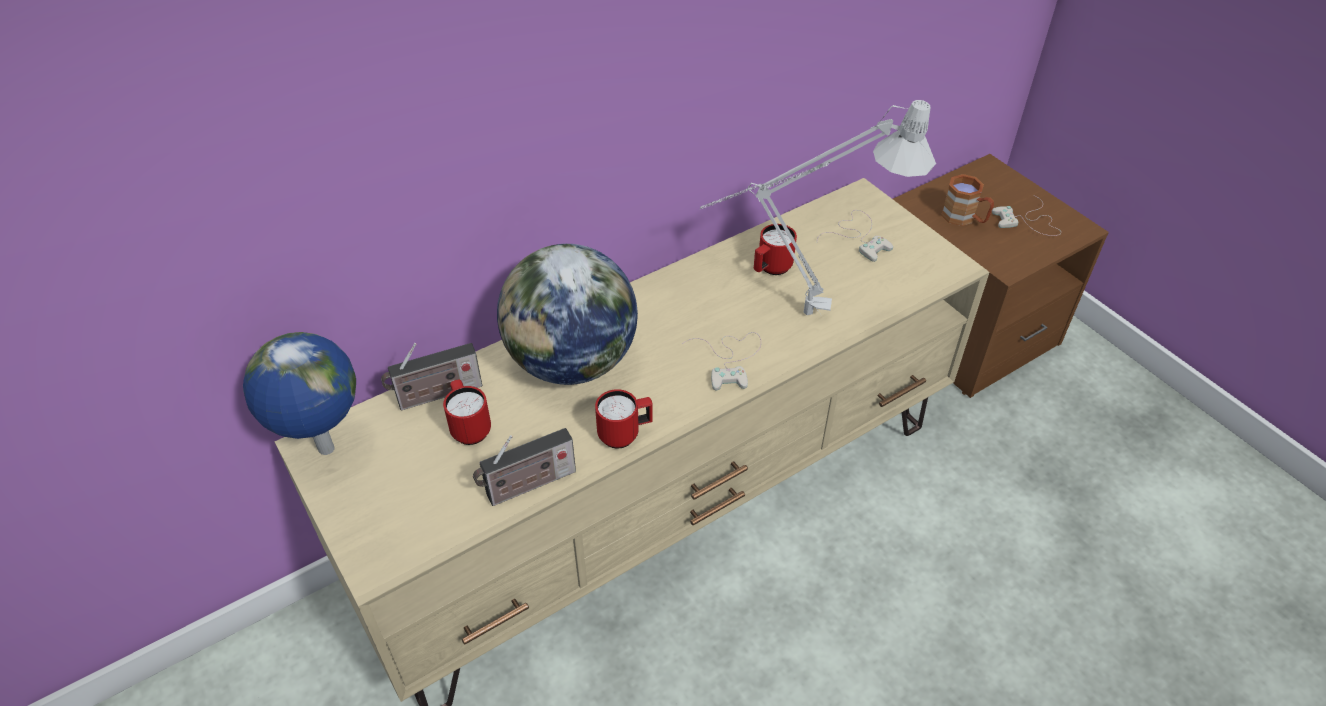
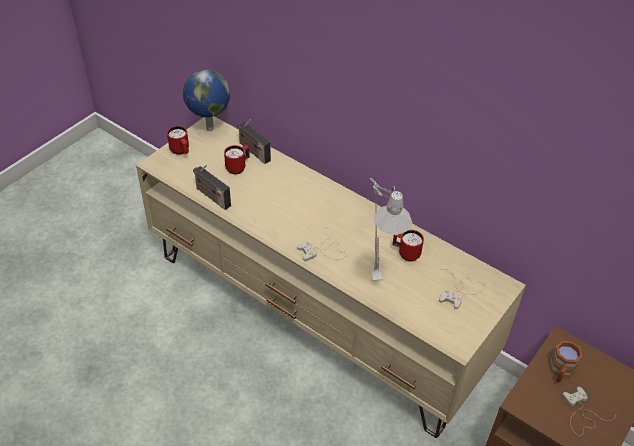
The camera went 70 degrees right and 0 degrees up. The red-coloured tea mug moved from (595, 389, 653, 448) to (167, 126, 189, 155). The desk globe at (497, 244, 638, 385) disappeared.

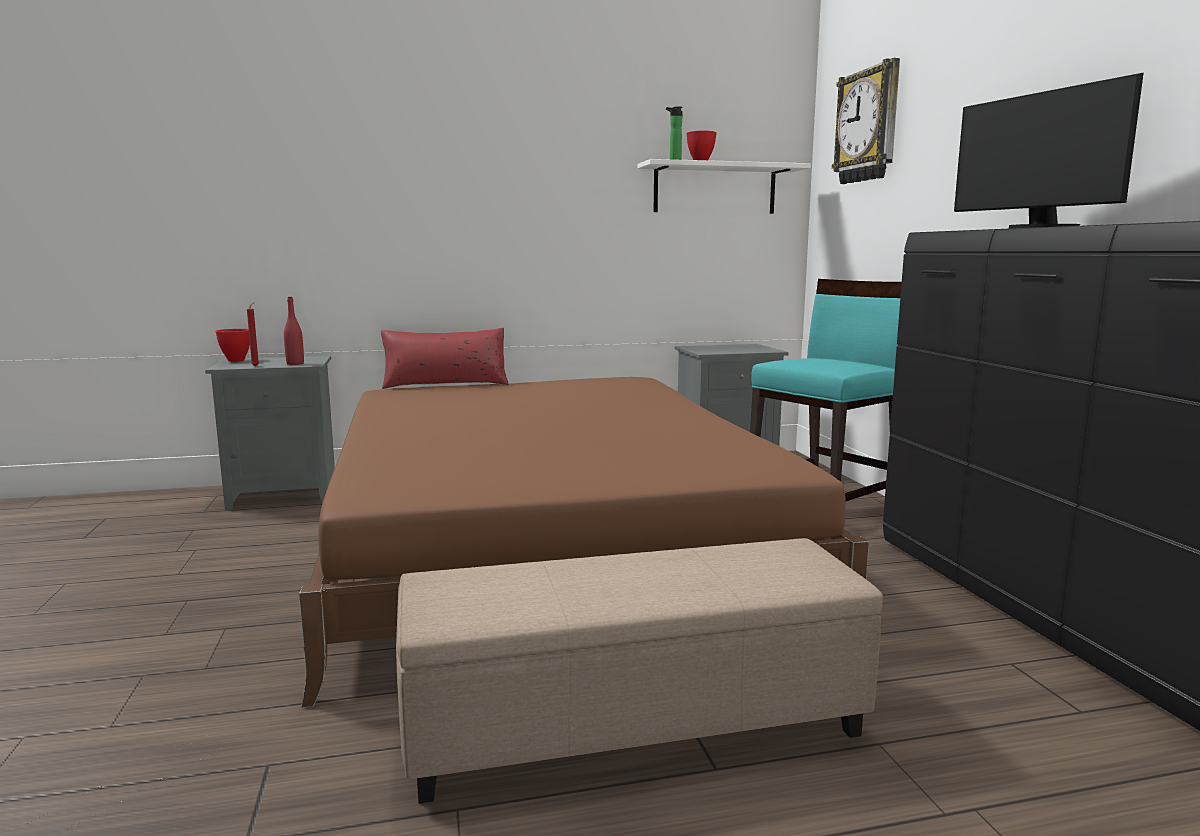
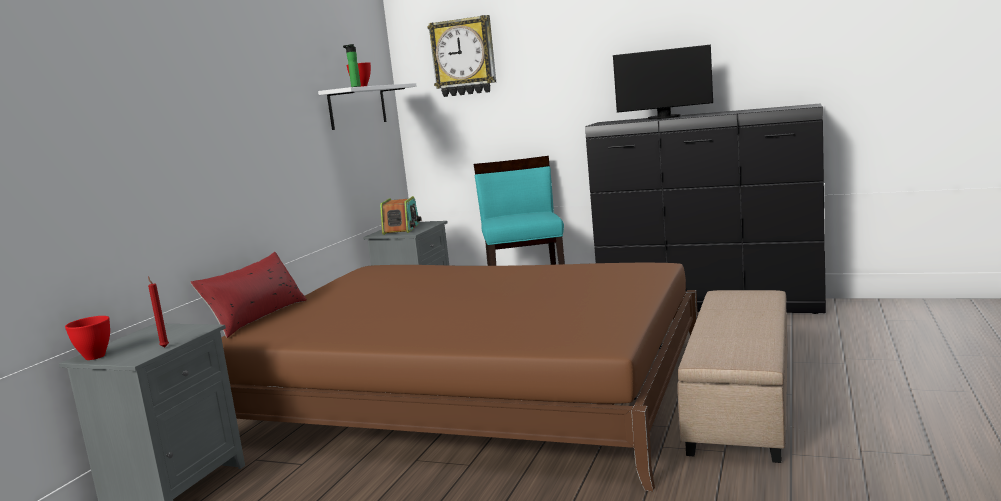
The camera went 55 degrees left and 0 degrees up. The radio set at (380, 196, 422, 235) appeared. The red-coloured bottle at (284, 297, 304, 365) disappeared.

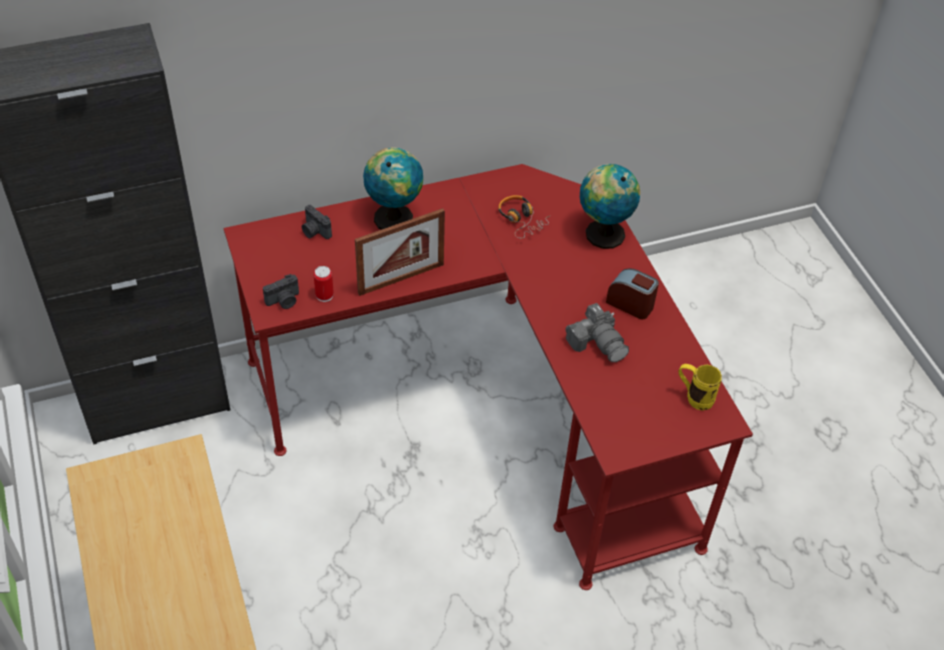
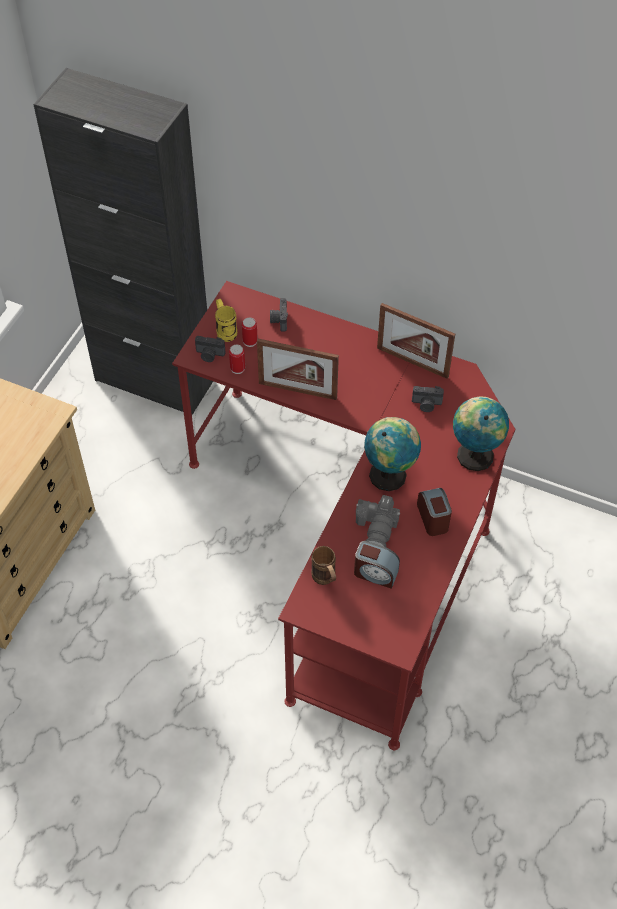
The camera went 45 degrees right and 5 degrees up. The yellow tea mug moved from (678, 364, 722, 410) to (215, 299, 237, 342). The can at (242, 317, 258, 347) appeared. The brown-coloured tea mug at (311, 546, 336, 585) appeared. The table clock at (354, 541, 400, 589) appeared. The desk globe moved from (363, 147, 423, 230) to (364, 417, 421, 491). The standing frame at (377, 303, 455, 379) appeared. The headphones at (498, 195, 551, 238) was replaced by the photo camera at (412, 386, 444, 412).

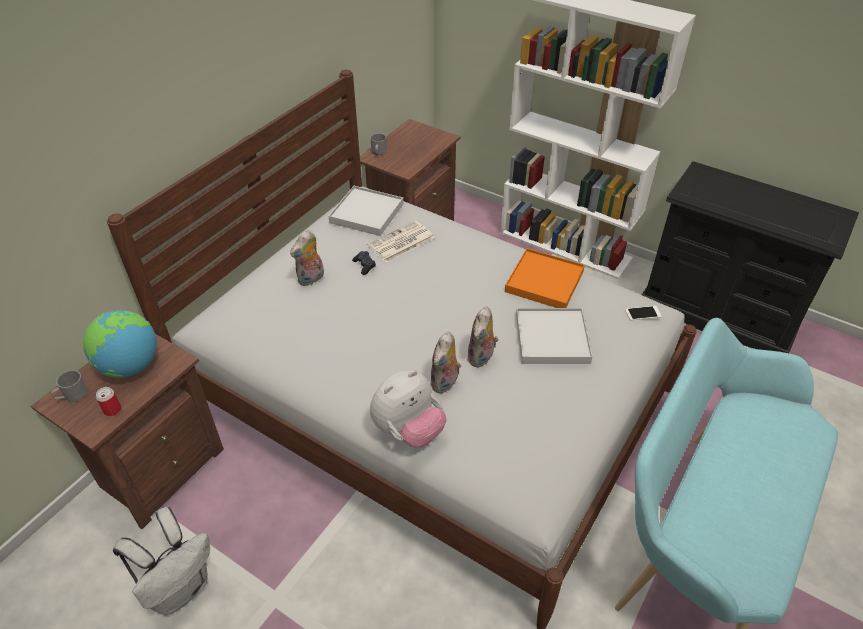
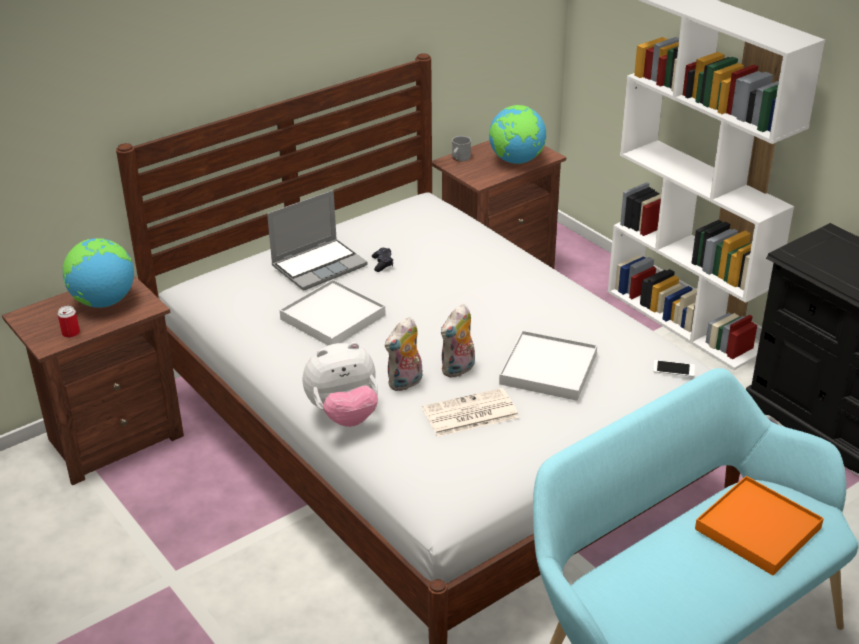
The camera went 20 degrees right and 10 degrees down. The plush toy at (290, 230, 324, 286) was replaced by the portable computer at (267, 190, 368, 290). The white serving tray moved from (328, 186, 403, 236) to (280, 279, 386, 345). The daily paper moved from (367, 221, 434, 263) to (422, 388, 519, 437). The desk globe at (489, 105, 546, 164) appeared. The orangey serving tray moved from (505, 248, 585, 308) to (695, 476, 824, 575). The gray tea mug at (51, 370, 88, 402) disappeared. The white rucksack at (113, 507, 210, 615) disappeared.

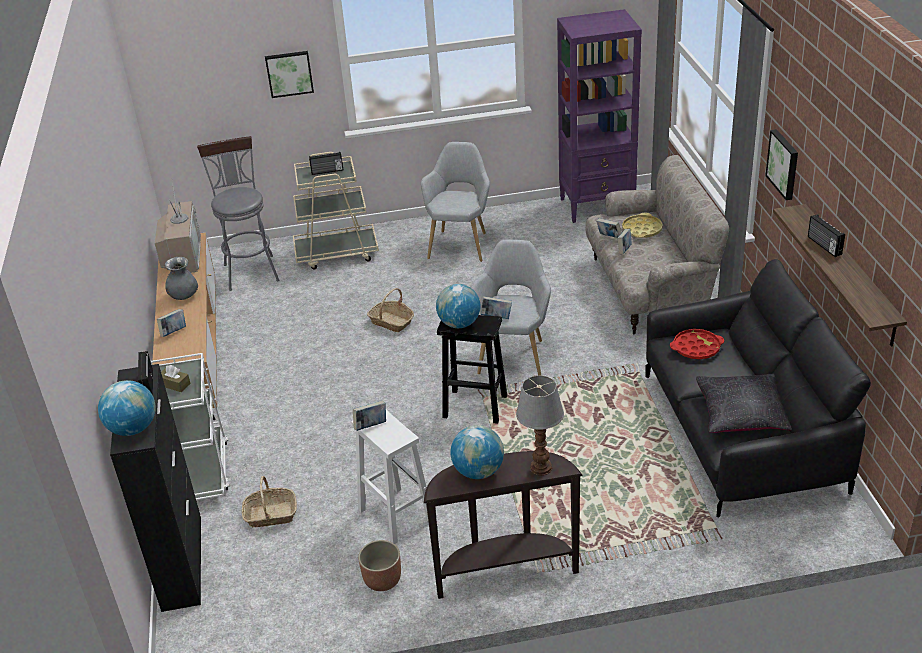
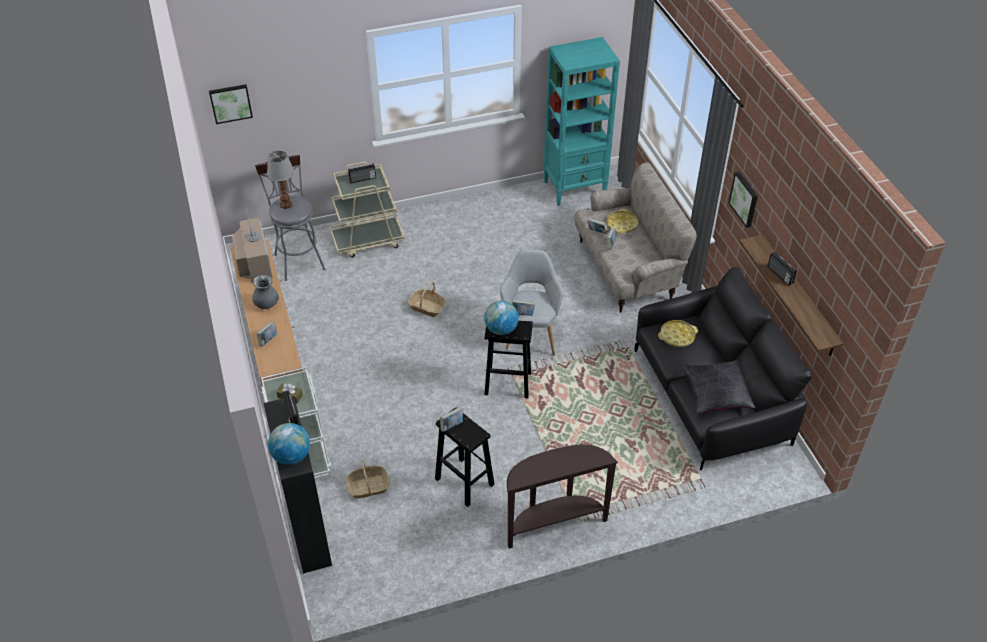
The camera went 10 degrees left and 10 degrees up. The wall picture moved from (265, 51, 314, 98) to (209, 84, 253, 124). The table lamp moved from (516, 375, 564, 476) to (267, 151, 294, 209). The white stool seat at (351, 410, 428, 544) became the black-coloured stool seat at (435, 408, 495, 507). The purple bookcase at (557, 9, 642, 223) became the turquoise bookcase at (544, 37, 620, 206). The red-coloured serving tray at (670, 329, 724, 359) became the yellow serving tray at (658, 320, 698, 347). The flower pot at (358, 540, 401, 591) disappeared. The gray armchair at (421, 142, 490, 262) disappeared. The desk globe at (450, 425, 504, 479) disappeared.

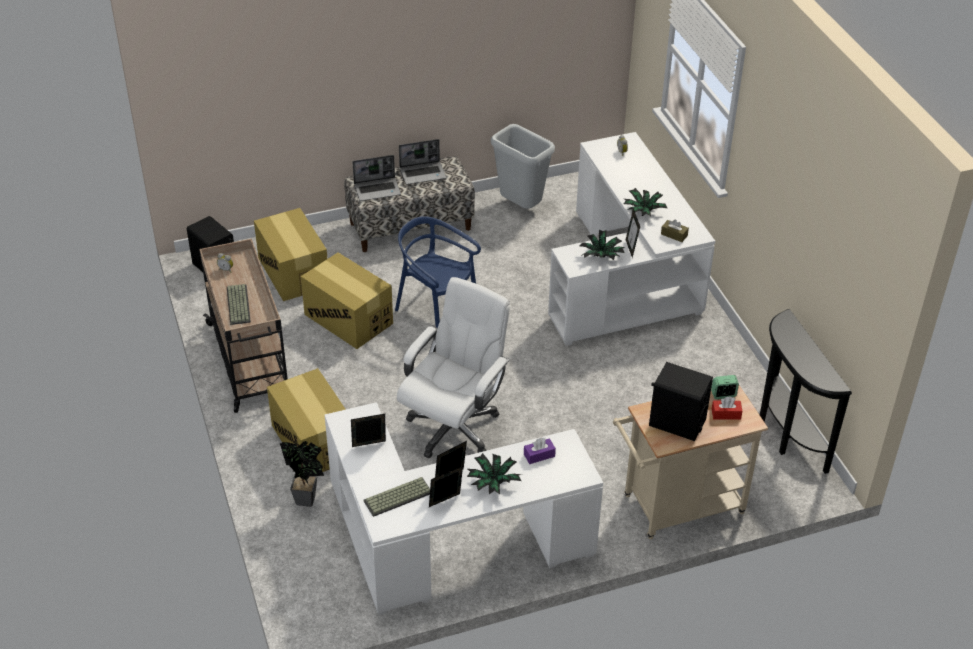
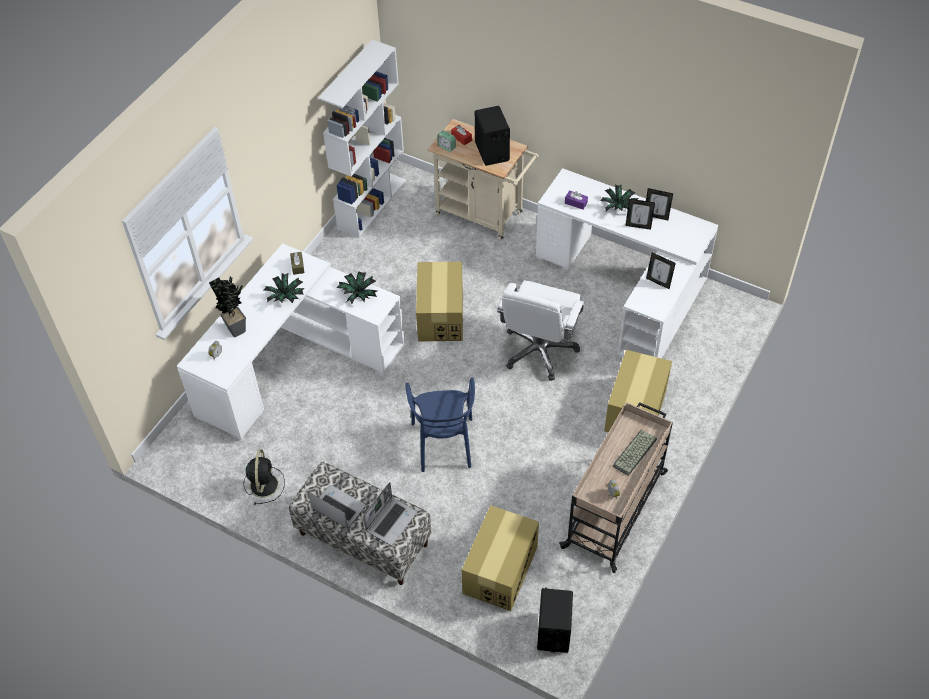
The camera went 130 degrees left and 10 degrees up. The plant in a pot moved from (280, 441, 324, 507) to (209, 277, 246, 337). The gray waste bin at (491, 124, 555, 209) was replaced by the black-coloured electric fan at (243, 449, 285, 505). The black-coloured console table at (760, 309, 852, 474) was replaced by the white bookcase at (318, 40, 406, 238). The portable computer at (353, 155, 401, 201) turned 90 degrees clockwise. The packing box moved from (301, 253, 393, 349) to (416, 262, 463, 341). The white computer chair at (397, 277, 510, 458) turned 60 degrees counterclockwise. The PC keyboard at (363, 477, 430, 517) disappeared. The standing frame at (626, 209, 640, 258) disappeared.

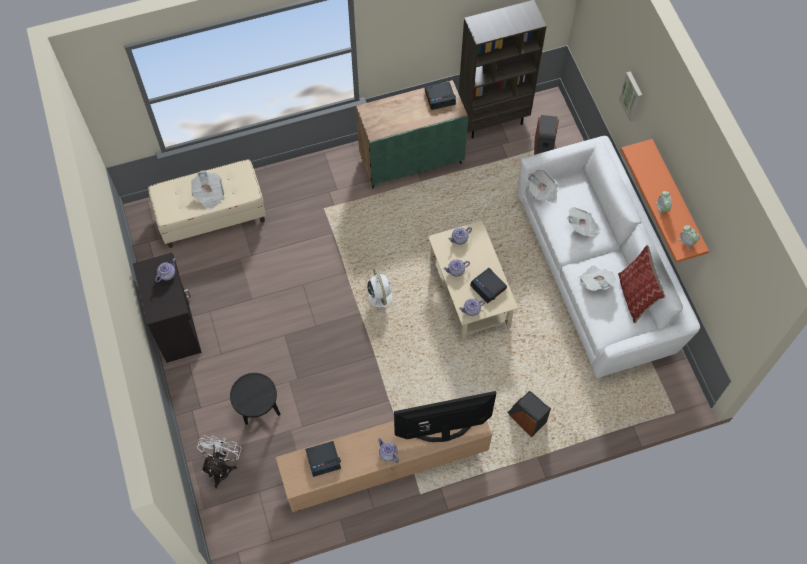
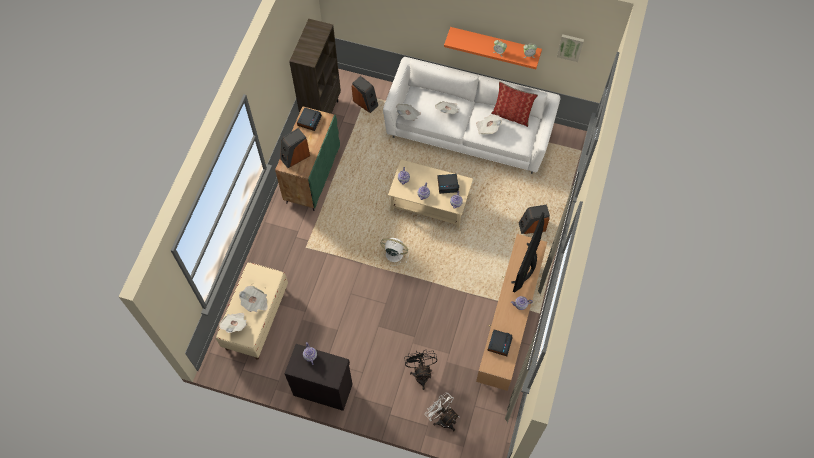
The camera went 55 degrees left and 0 degrees up. The daily paper at (219, 313, 247, 333) appeared. The loudspeaker at (280, 128, 310, 168) appeared. The black-coloured side table at (230, 373, 281, 425) was replaced by the black-coloured electric fan at (404, 350, 437, 390). The wall picture moved from (619, 71, 642, 122) to (557, 34, 584, 62).

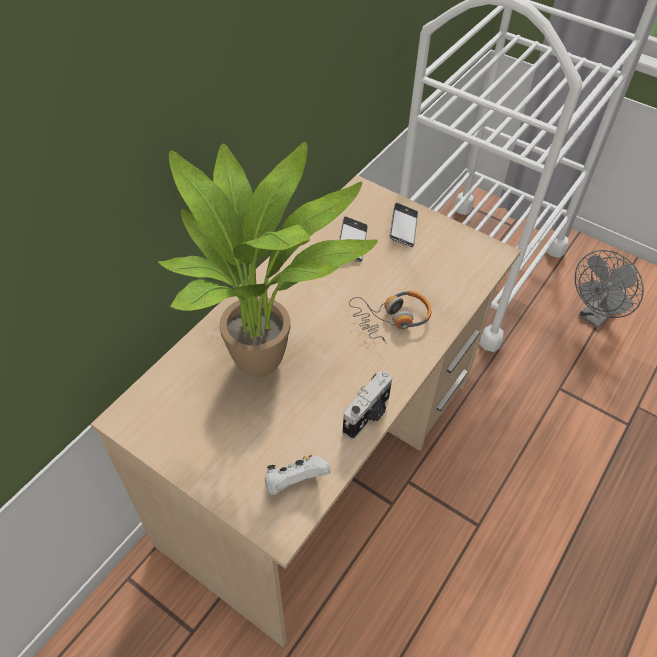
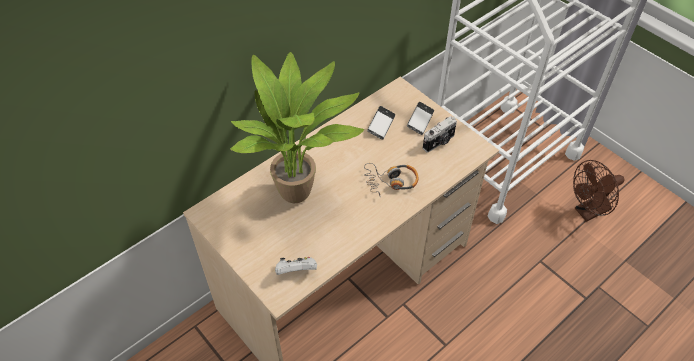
The camera went 15 degrees right and 0 degrees up. The photo camera moved from (343, 371, 392, 439) to (423, 116, 457, 153). The gray electric fan at (575, 250, 644, 329) became the brown-coloured electric fan at (573, 160, 625, 222).

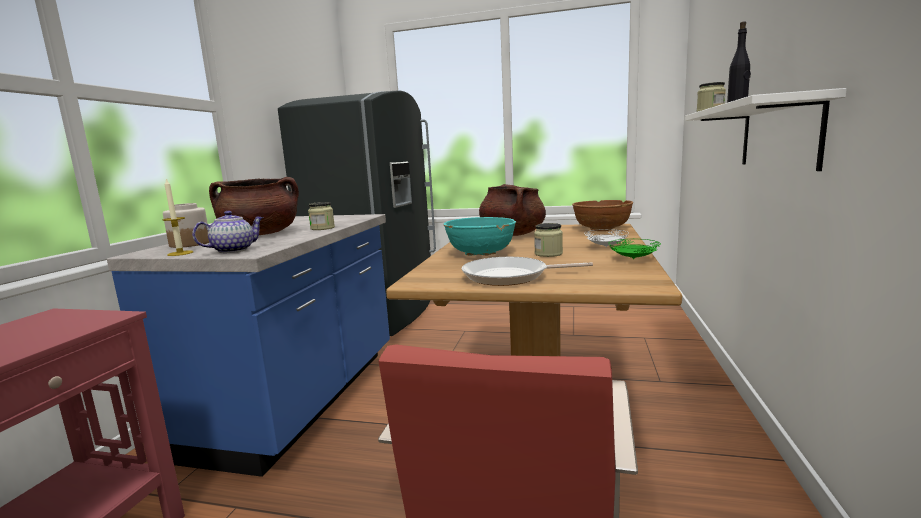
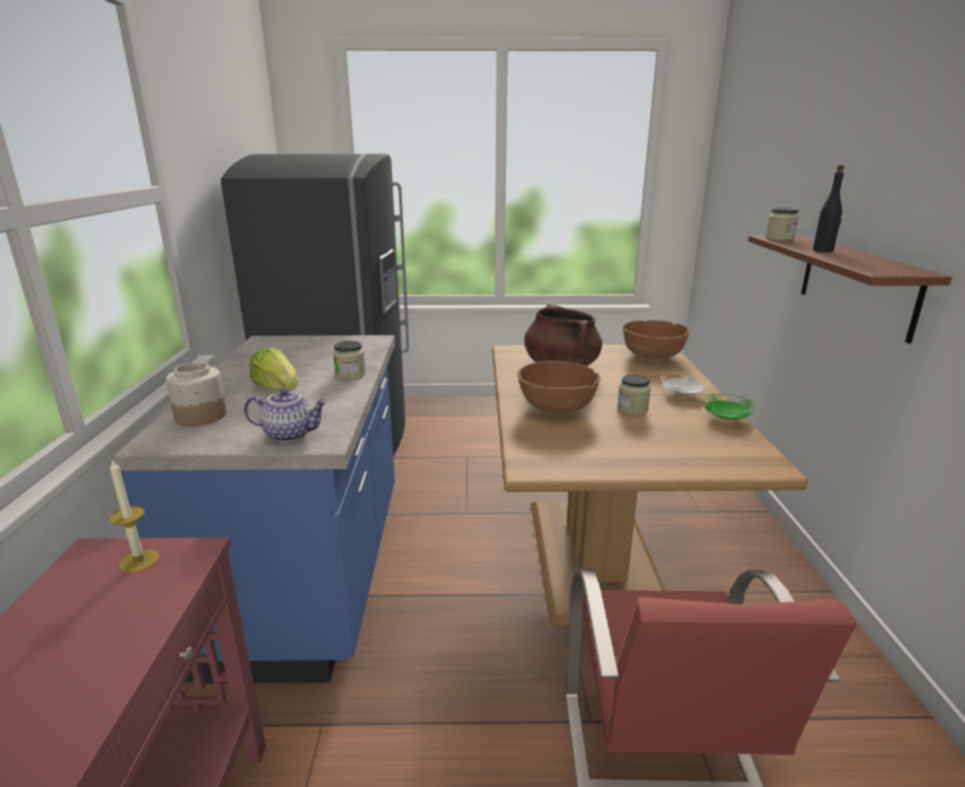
The camera went 15 degrees left and 10 degrees up. The wax light moved from (162, 179, 193, 256) to (109, 459, 159, 573). The tea pot at (192, 211, 264, 253) turned 60 degrees clockwise. The brown-coloured cooking pot at (209, 177, 299, 235) was replaced by the lettuce head at (249, 347, 298, 391). The turquoise serving bowl at (443, 217, 516, 256) became the brown-coloured serving bowl at (517, 361, 600, 413). The white wall shelf at (685, 88, 847, 171) became the brown-coloured wall shelf at (748, 235, 952, 344). The frying pan at (461, 257, 593, 286) disappeared.

